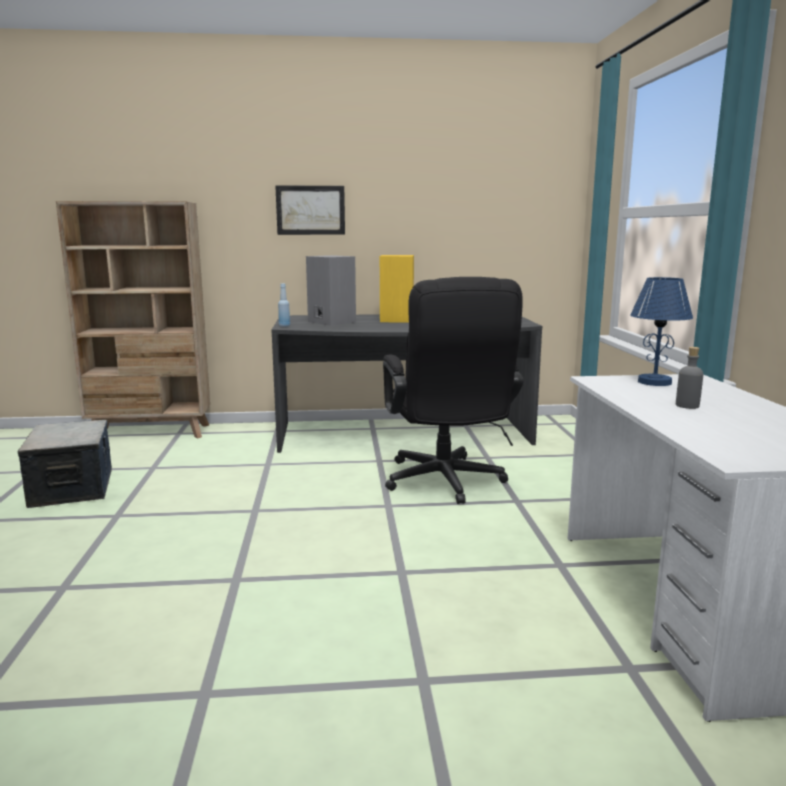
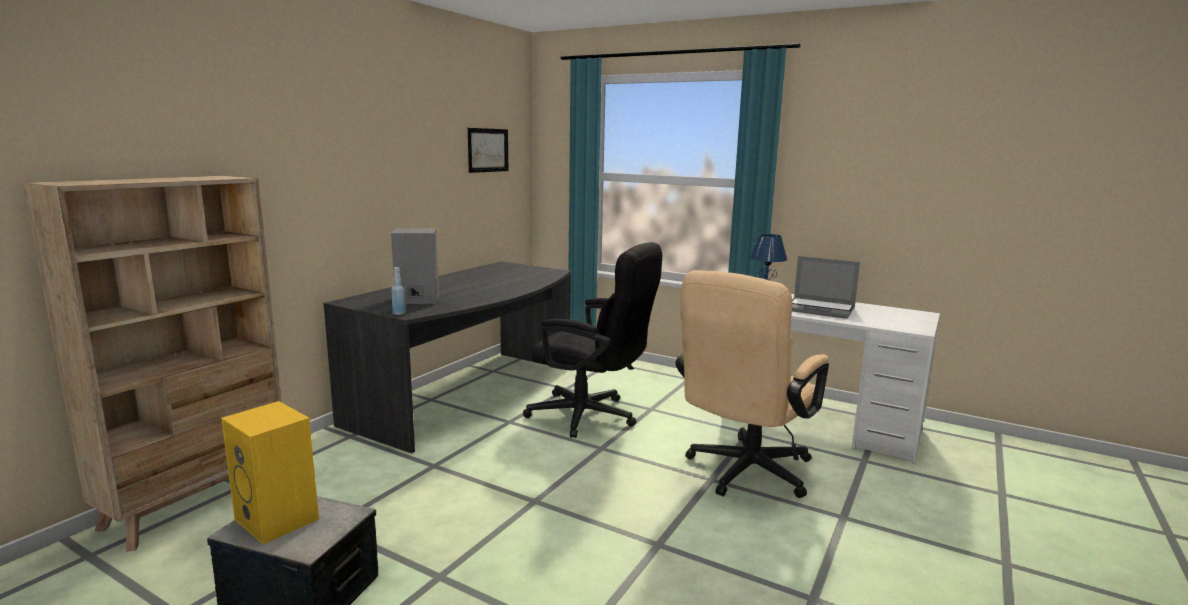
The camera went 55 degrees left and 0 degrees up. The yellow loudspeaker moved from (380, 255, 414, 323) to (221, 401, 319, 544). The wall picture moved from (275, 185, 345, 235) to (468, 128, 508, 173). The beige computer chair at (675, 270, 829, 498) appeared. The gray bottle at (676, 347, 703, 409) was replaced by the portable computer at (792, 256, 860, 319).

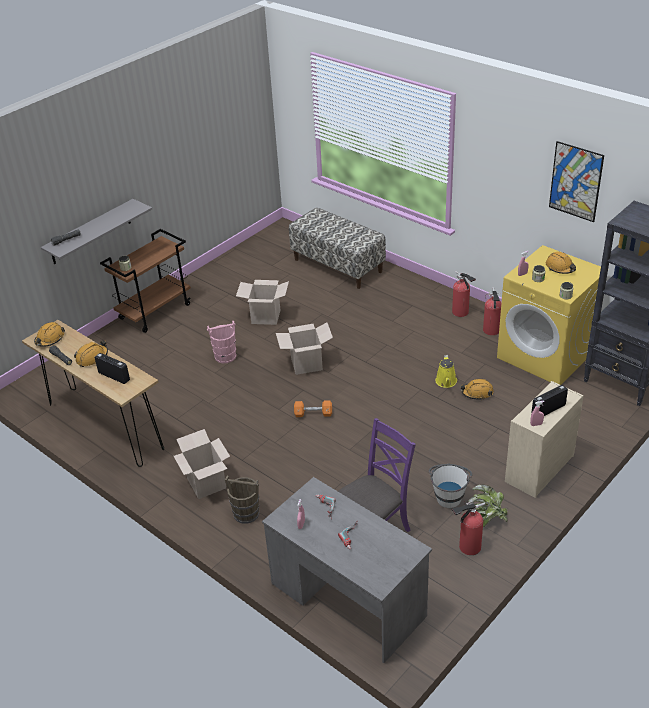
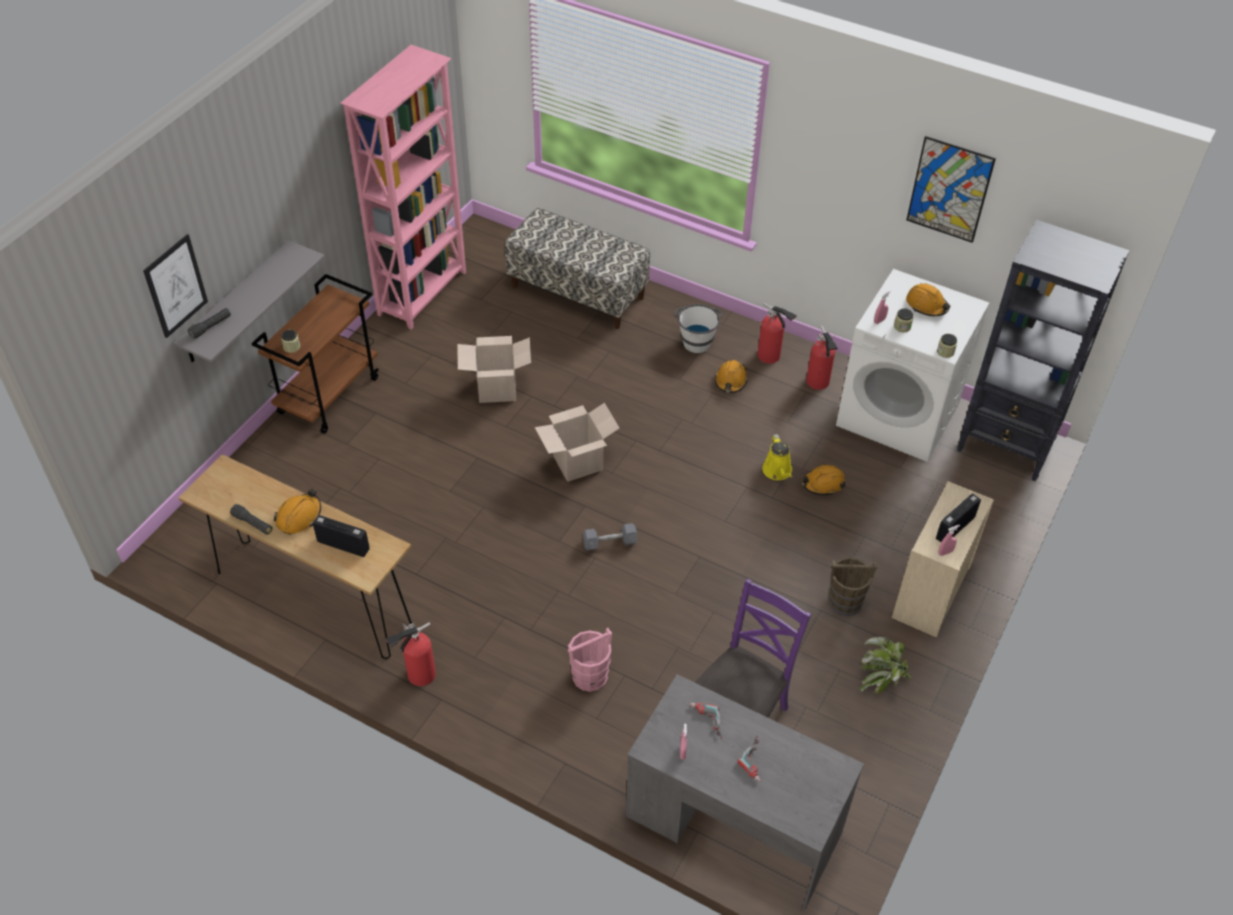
The camera went 15 degrees left and 10 degrees up. The wall picture at (143, 234, 208, 338) appeared. The pink-coloured bookcase at (340, 45, 466, 330) appeared. The fire-fighting cylinder moved from (452, 501, 485, 555) to (386, 623, 436, 686). The pink-coloured bucket moved from (207, 321, 236, 363) to (568, 628, 612, 692). The orangey free weight at (294, 400, 332, 417) became the gray free weight at (583, 523, 637, 551). The white bucket moved from (429, 464, 472, 508) to (674, 304, 722, 353). The orangey hard hat moved from (34, 322, 65, 347) to (715, 360, 748, 393). The brown-coloured bucket moved from (225, 476, 259, 524) to (828, 557, 877, 616). The yellow washing machine at (497, 245, 601, 385) became the white washing machine at (836, 269, 989, 462). The packing box at (174, 429, 230, 499) disappeared.

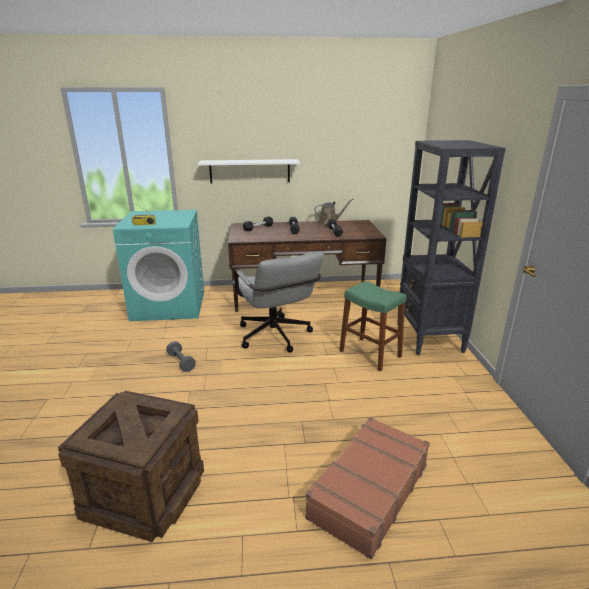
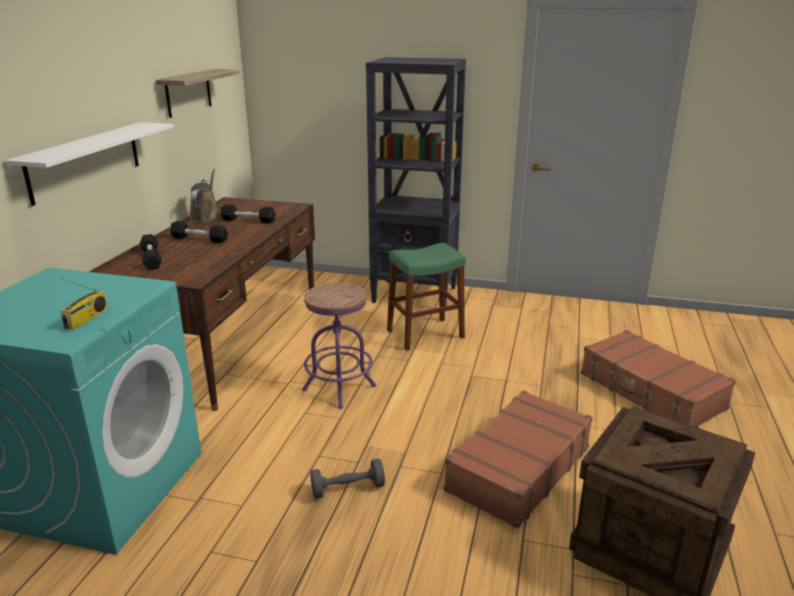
The camera went 70 degrees left and 0 degrees up. The wall shelf at (156, 69, 239, 118) appeared. The gray computer chair at (233, 252, 324, 353) was replaced by the purple stool seat at (302, 283, 376, 409). The brown-coloured piece of luggage at (444, 390, 593, 529) appeared.

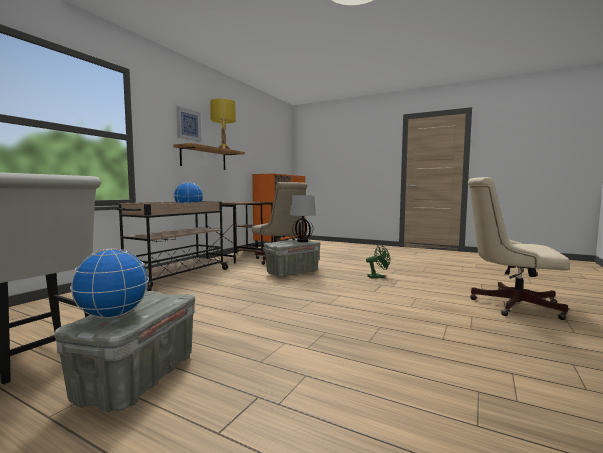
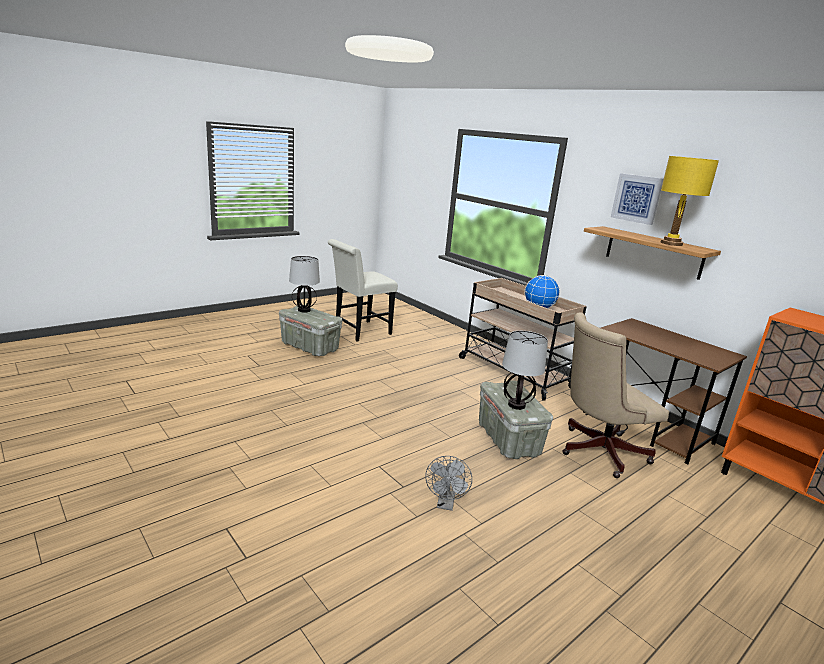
The camera went 110 degrees right and 15 degrees up. The desk globe at (70, 248, 149, 318) was replaced by the table lamp at (289, 256, 320, 313). The green electric fan at (366, 244, 390, 279) became the gray electric fan at (425, 456, 472, 511). The beige computer chair at (468, 177, 569, 320) disappeared.

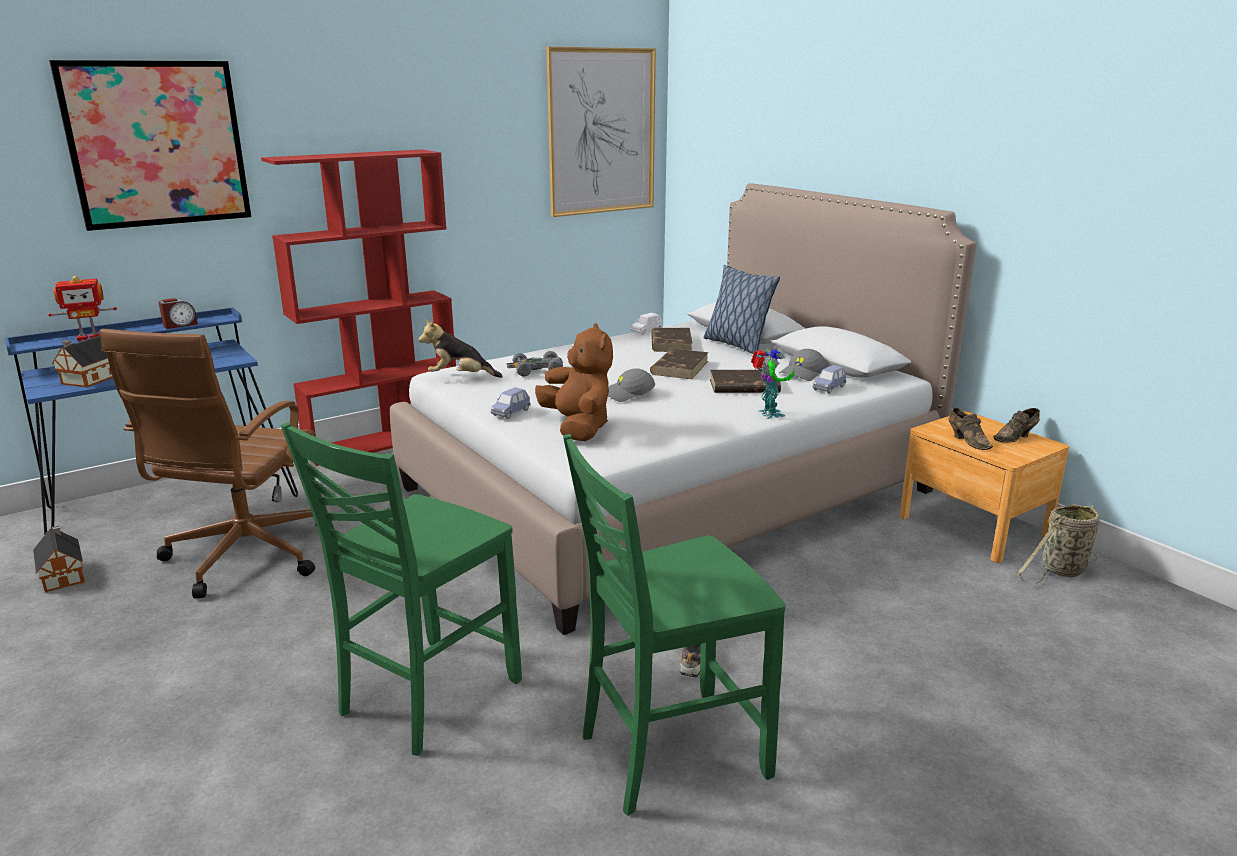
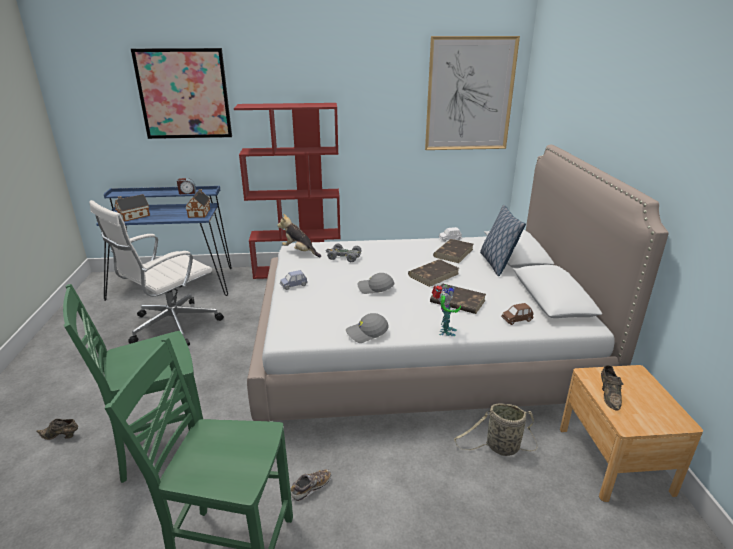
The camera went 30 degrees right and 5 degrees up. The brown-coloured item of footwear moved from (993, 408, 1040, 443) to (37, 419, 78, 440). The brown-coloured computer chair at (99, 329, 317, 598) became the white computer chair at (89, 200, 224, 346). The toy house moved from (33, 525, 85, 593) to (185, 189, 210, 218). The gray peaked cap moved from (779, 349, 826, 381) to (346, 313, 389, 343). The storage basket moved from (1017, 504, 1100, 585) to (454, 403, 538, 456). The bluish miniature car at (813, 365, 846, 394) became the brown-coloured miniature car at (501, 303, 534, 325). The toy robot at (48, 276, 117, 341) disappeared. The brown-coloured plush toy at (535, 323, 613, 441) disappeared.

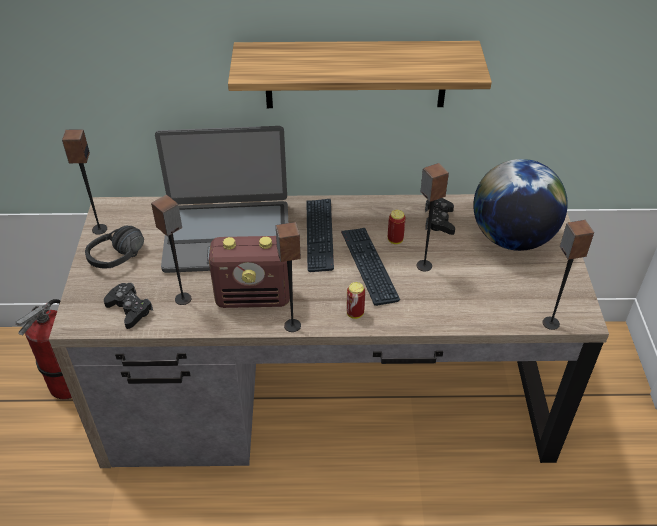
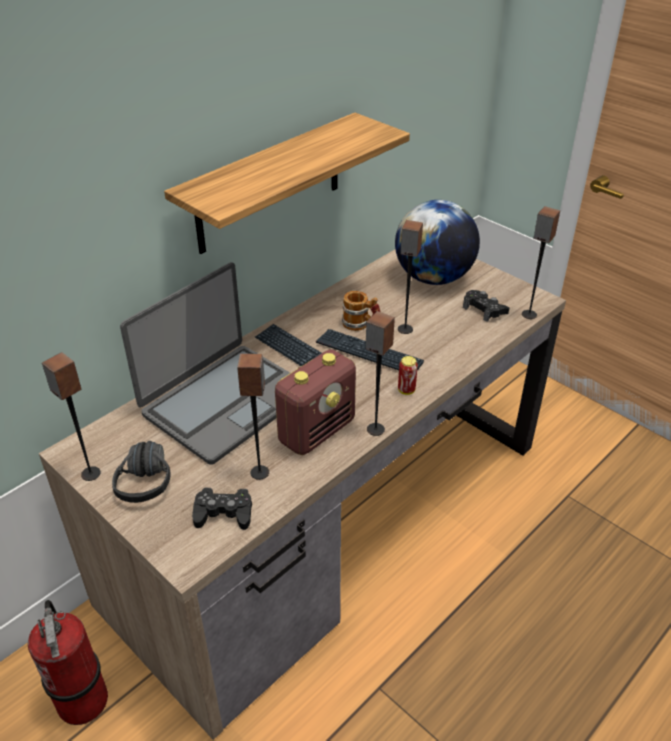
The camera went 45 degrees left and 5 degrees down. The can at (388, 210, 406, 244) was replaced by the tea mug at (342, 291, 381, 331). The black-coloured game controller moved from (425, 198, 455, 235) to (463, 290, 509, 322).

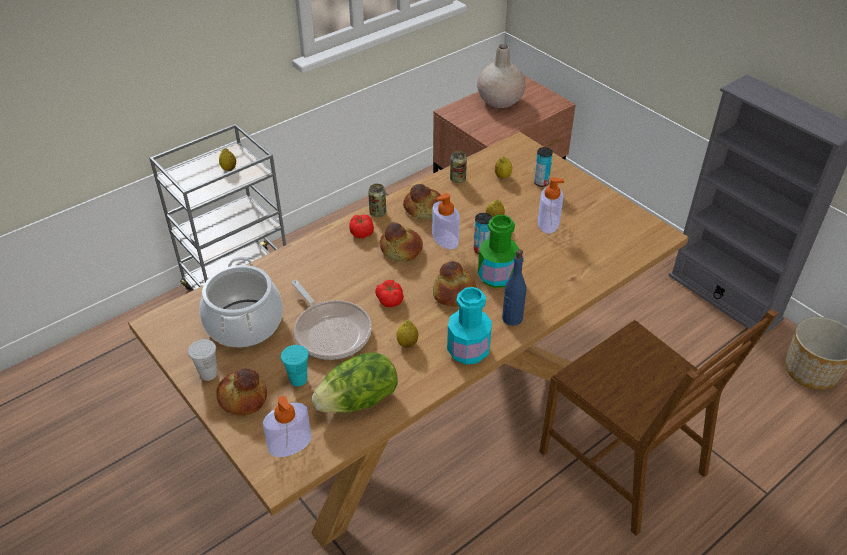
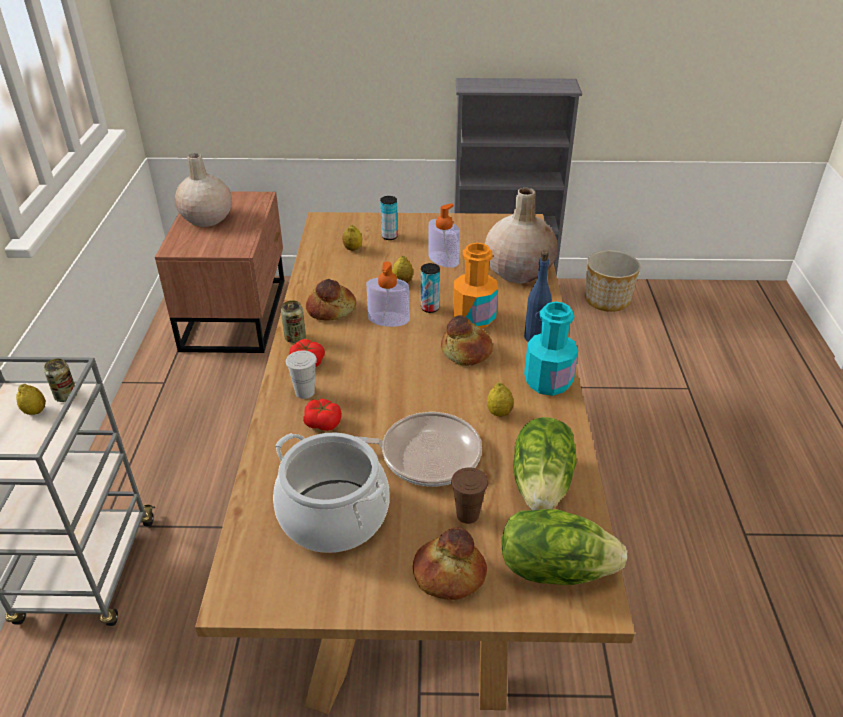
The camera went 50 degrees left and 5 degrees down. The can moved from (450, 151, 467, 183) to (44, 359, 76, 402). The white cup moved from (188, 339, 217, 381) to (286, 351, 317, 399). The whole tomato moved from (375, 280, 404, 307) to (303, 399, 342, 431). The turquoise cup at (281, 345, 309, 387) became the brown-coloured cup at (451, 468, 488, 524). The green bottle at (478, 215, 519, 288) became the orangey bottle at (453, 243, 498, 328). The beige flower vase at (485, 188, 558, 284) appeared. The soap bottle at (263, 396, 312, 457) was replaced by the lettuce head at (501, 509, 627, 585). The bread at (380, 222, 423, 262) disappeared. The brown-coloured chair at (539, 309, 778, 536) disappeared.

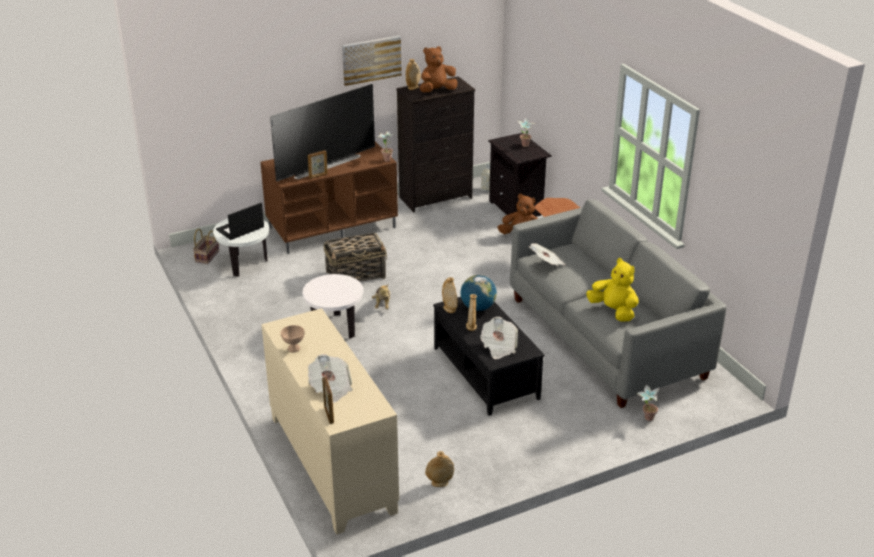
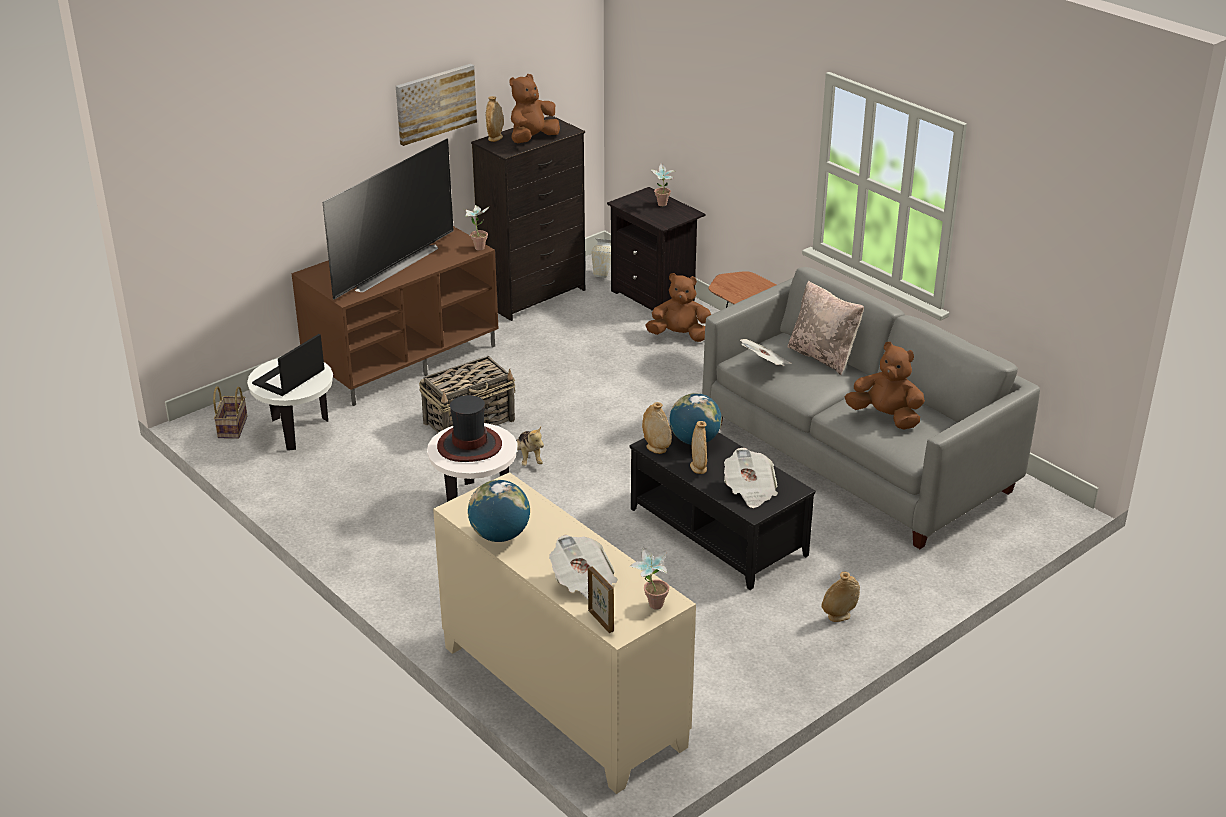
The camera went 15 degrees left and 0 degrees up. The clothing hat at (437, 395, 502, 462) appeared. The beige serving bowl at (281, 325, 305, 353) was replaced by the desk globe at (468, 480, 530, 542). The plant in a pot moved from (636, 384, 659, 421) to (630, 547, 669, 610). The beige cushion at (787, 281, 864, 375) appeared. The beige flower vase moved from (425, 451, 454, 487) to (821, 572, 860, 622). The yellow plush toy at (586, 258, 639, 322) became the brown-coloured plush toy at (845, 342, 925, 430). The standing frame at (308, 150, 328, 179) disappeared.

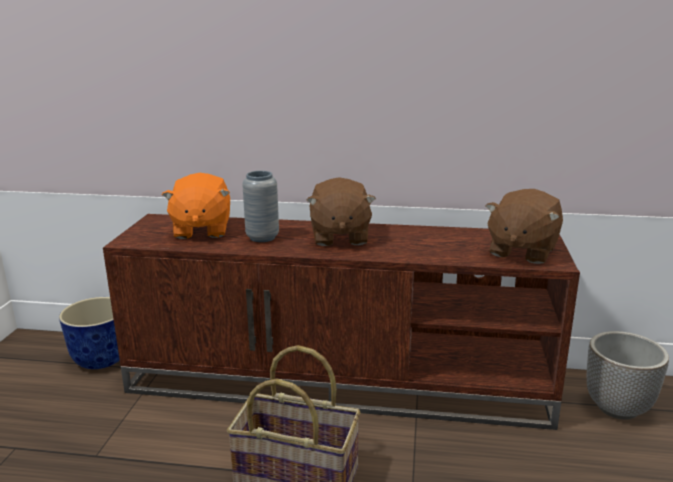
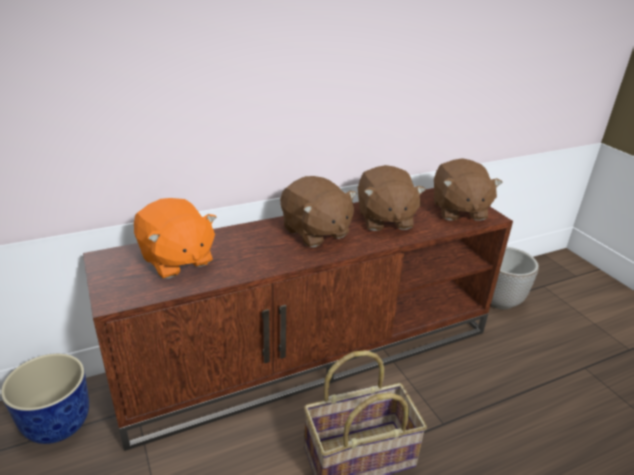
The camera went 35 degrees left and 10 degrees up. The brown-coloured plush toy at (358, 165, 426, 231) appeared. The gray flower vase at (242, 171, 279, 242) disappeared.

